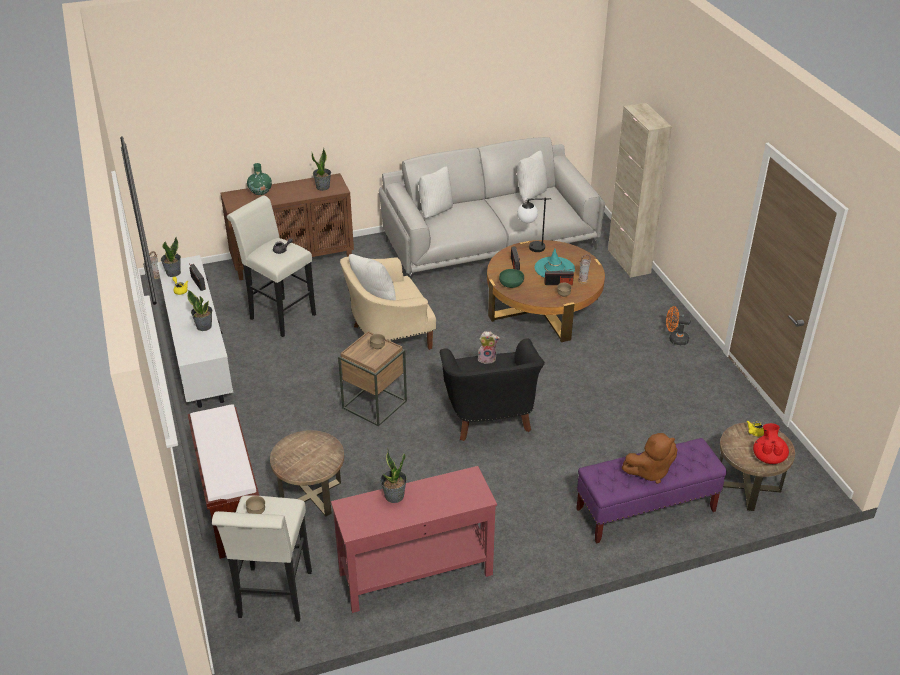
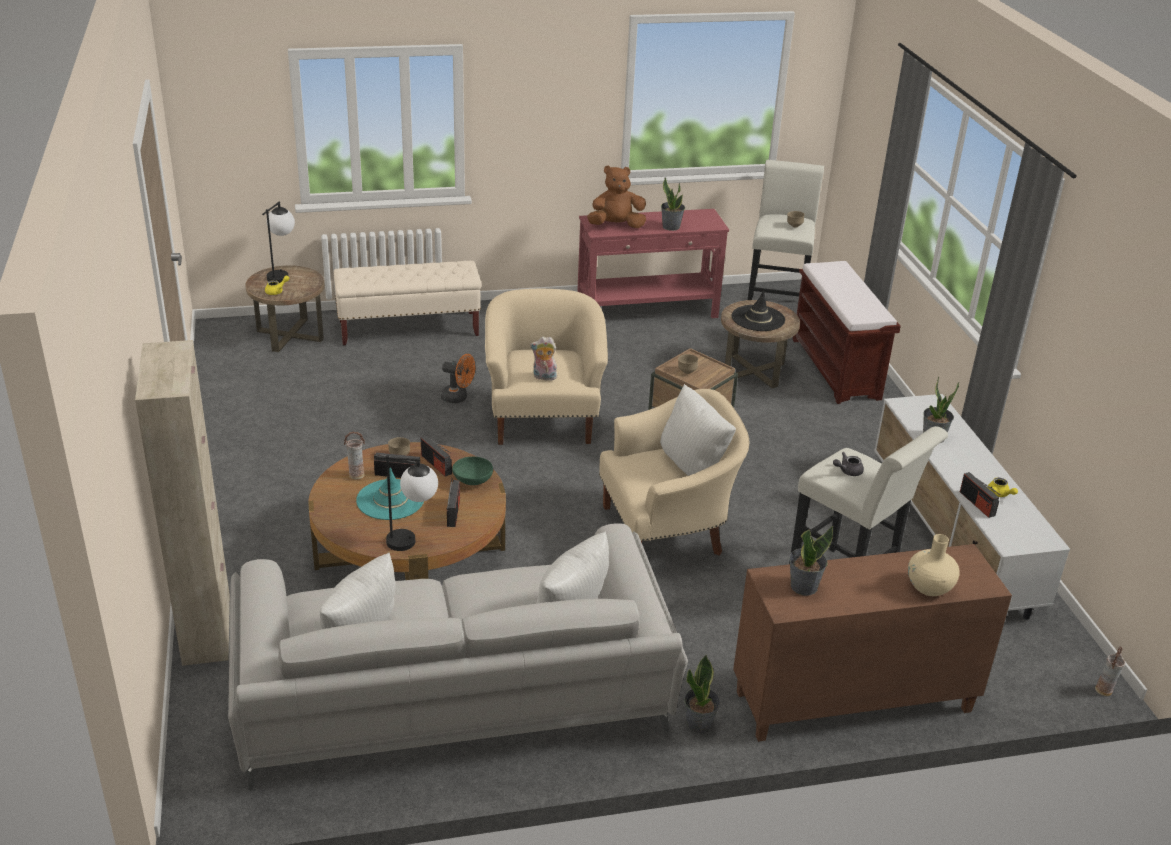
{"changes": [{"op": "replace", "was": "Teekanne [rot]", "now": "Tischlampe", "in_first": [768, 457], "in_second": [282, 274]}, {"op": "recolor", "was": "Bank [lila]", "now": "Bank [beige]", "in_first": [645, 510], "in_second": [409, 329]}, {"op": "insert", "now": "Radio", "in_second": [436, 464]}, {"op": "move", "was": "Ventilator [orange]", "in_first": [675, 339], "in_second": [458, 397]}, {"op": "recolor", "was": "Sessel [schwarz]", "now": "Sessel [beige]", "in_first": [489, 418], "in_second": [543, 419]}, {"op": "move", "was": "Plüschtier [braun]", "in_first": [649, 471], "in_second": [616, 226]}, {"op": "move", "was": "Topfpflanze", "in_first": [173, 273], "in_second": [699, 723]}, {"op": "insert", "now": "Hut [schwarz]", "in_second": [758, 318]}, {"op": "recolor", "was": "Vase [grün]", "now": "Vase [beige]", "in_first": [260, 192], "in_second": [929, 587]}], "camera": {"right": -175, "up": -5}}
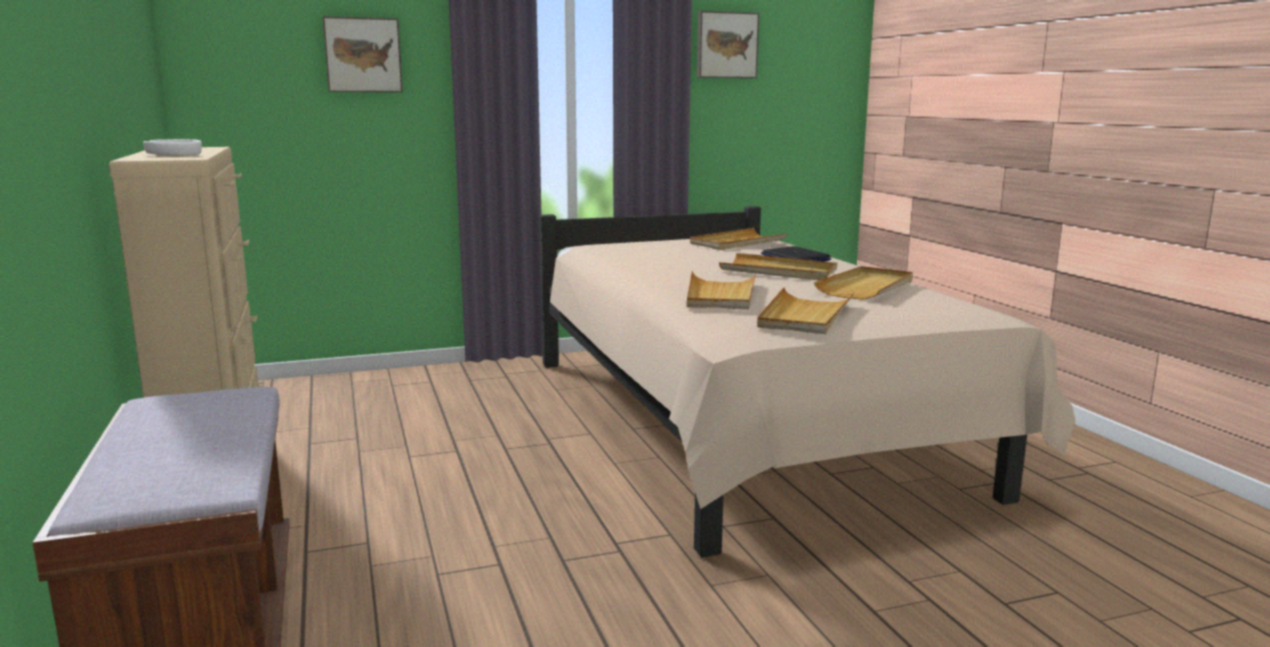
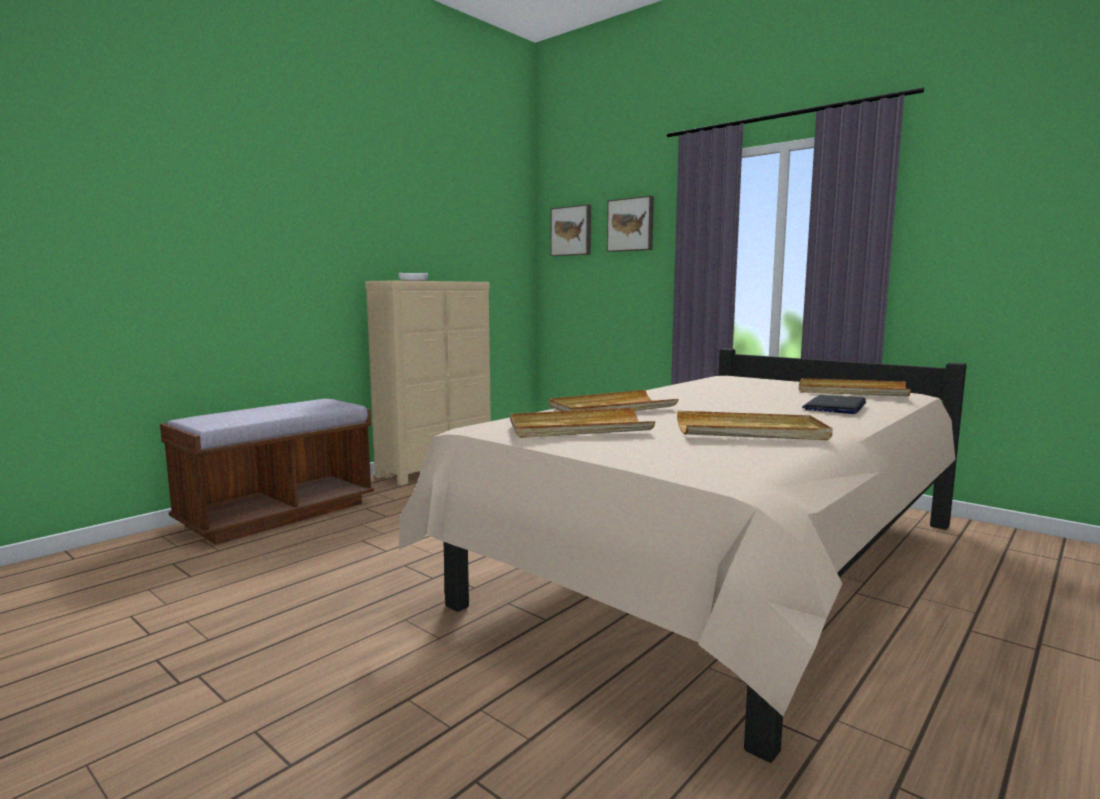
{"changes": [{"op": "move", "was": "Bild", "in_first": [726, 45], "in_second": [572, 231]}, {"op": "delete", "was": "Tablett [beige]", "in_first": [779, 272]}], "camera": {"right": 60, "up": -5}}
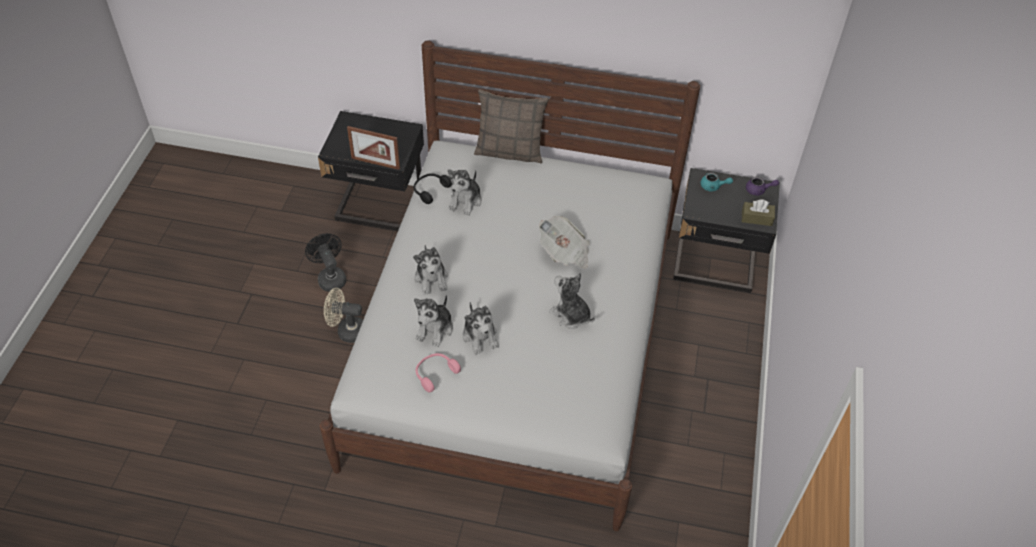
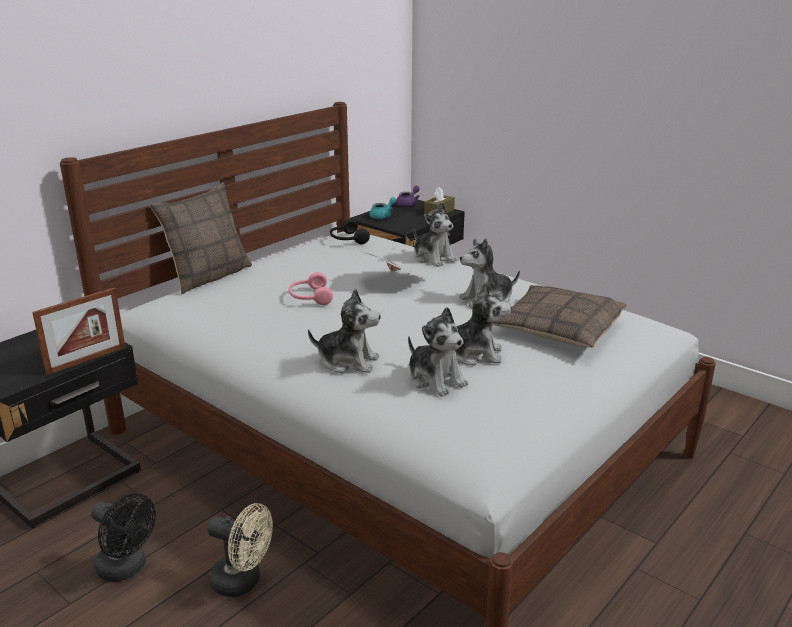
{"changes": [{"op": "rotate", "was": "Ventilator [schwarz]", "in_first": [330, 277], "in_second": [127, 568], "clockwise": -150}, {"op": "rotate", "was": "Ventilator [beige]", "in_first": [347, 331], "in_second": [243, 582], "clockwise": -105}, {"op": "move", "was": "Kopfhörer [rosa]", "in_first": [435, 373], "in_second": [309, 297]}, {"op": "move", "was": "Kopfhörer [schwarz]", "in_first": [430, 190], "in_second": [347, 240]}, {"op": "move", "was": "Plüschtier", "in_first": [466, 201], "in_second": [433, 258]}, {"op": "insert", "now": "Kissen", "in_second": [557, 328]}], "camera": {"right": -60, "up": -25}}
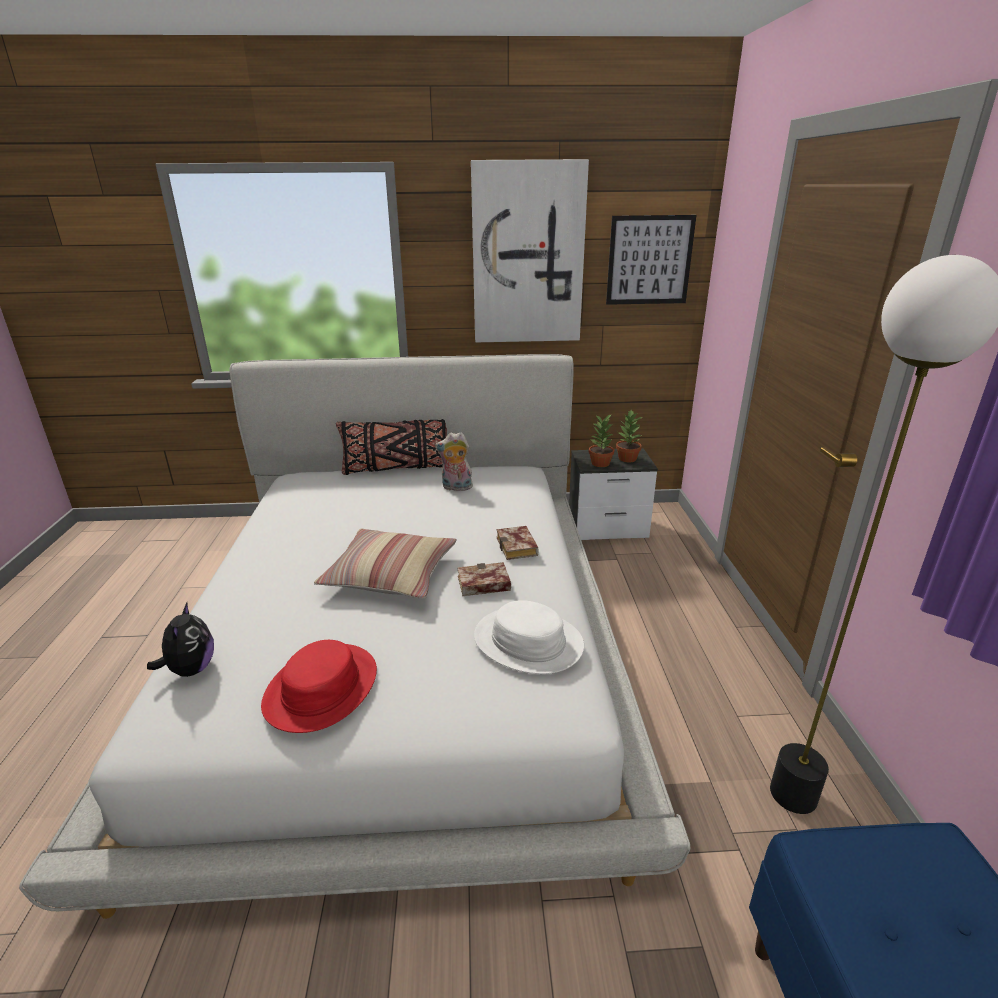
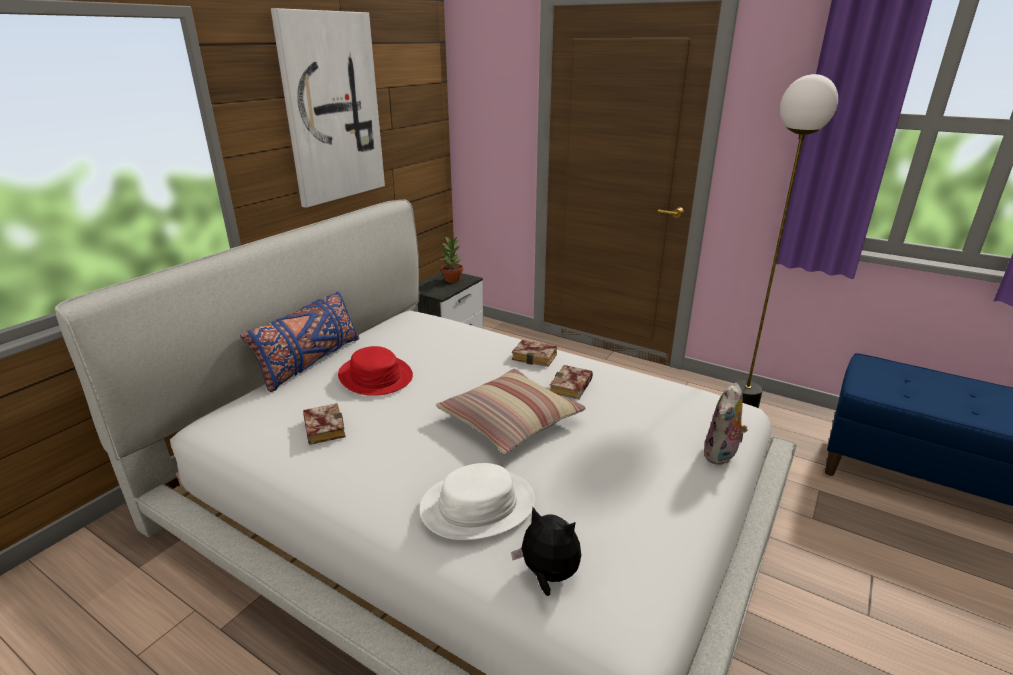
{"changes": [{"op": "recolor", "was": "Kissen [schwarz]", "now": "Kissen [blau]", "in_first": [397, 469], "in_second": [310, 362]}, {"op": "insert", "now": "Buch", "in_second": [322, 427]}, {"op": "move", "was": "Hut [rot]", "in_first": [321, 688], "in_second": [375, 376]}, {"op": "move", "was": "Hut [weiß]", "in_first": [528, 642], "in_second": [478, 505]}, {"op": "move", "was": "Plüschtier", "in_first": [456, 488], "in_second": [721, 456]}, {"op": "delete", "was": "Topfpflanze", "in_first": [601, 463]}, {"op": "delete", "was": "Bild", "in_first": [649, 260]}], "camera": {"right": -55, "up": 0}}
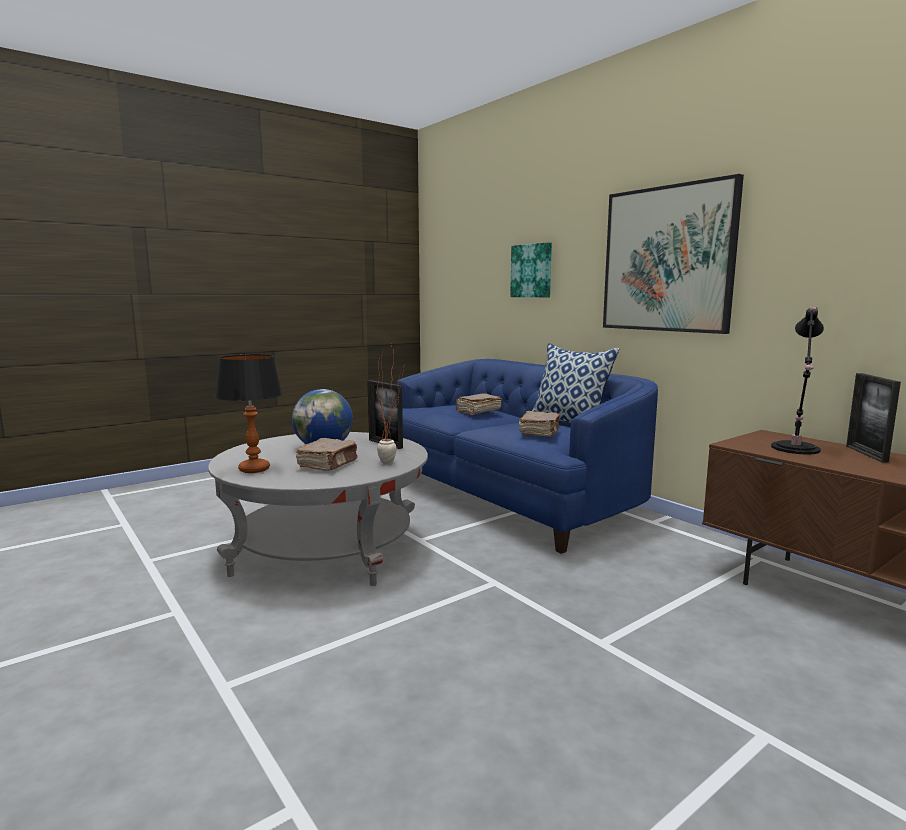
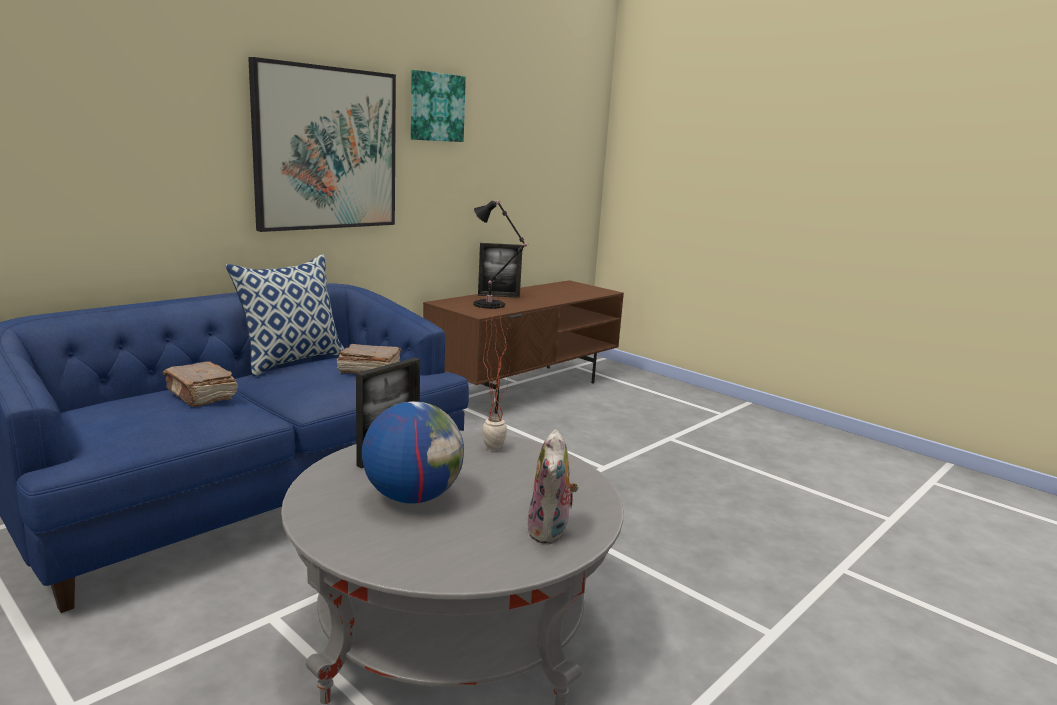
{"changes": [{"op": "move", "was": "Bild", "in_first": [532, 271], "in_second": [436, 107]}, {"op": "replace", "was": "Tischlampe", "now": "Plüschtier", "in_first": [254, 469], "in_second": [550, 532]}, {"op": "delete", "was": "Buch [braun]", "in_first": [328, 464]}], "camera": {"right": -100, "up": 5}}
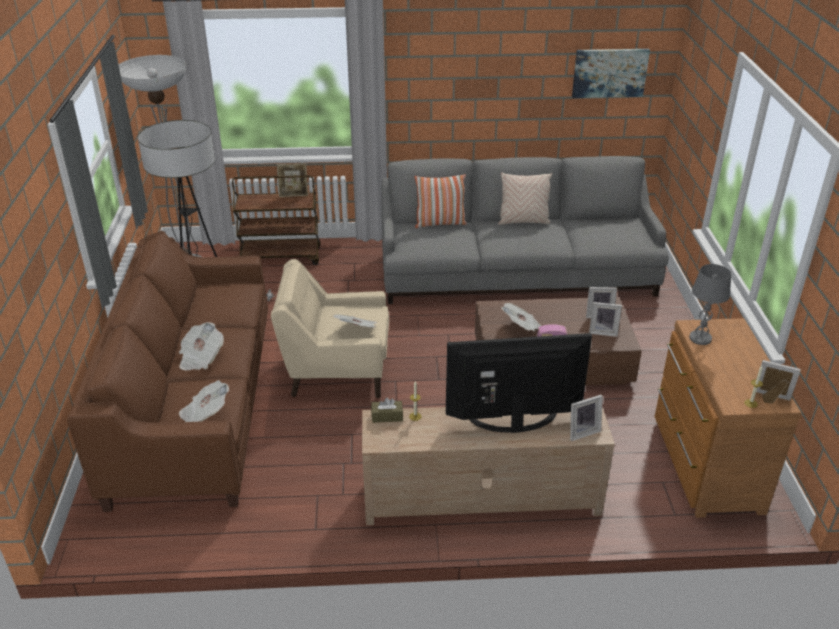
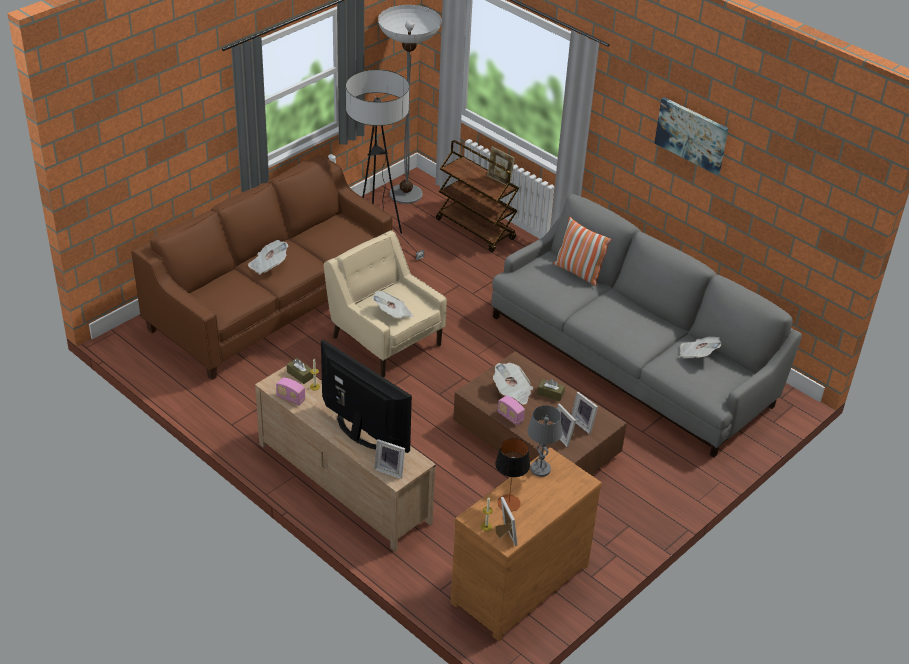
{"changes": [{"op": "insert", "now": "Radio", "in_second": [290, 398]}, {"op": "insert", "now": "Tischlampe", "in_second": [509, 503]}, {"op": "insert", "now": "Taschentuchbox [braun]", "in_second": [550, 394]}, {"op": "move", "was": "Bild", "in_first": [609, 72], "in_second": [691, 135]}, {"op": "move", "was": "Zeitung", "in_first": [205, 414], "in_second": [697, 355]}, {"op": "delete", "was": "Kissen [beige]", "in_first": [523, 221]}], "camera": {"right": 45, "up": 5}}
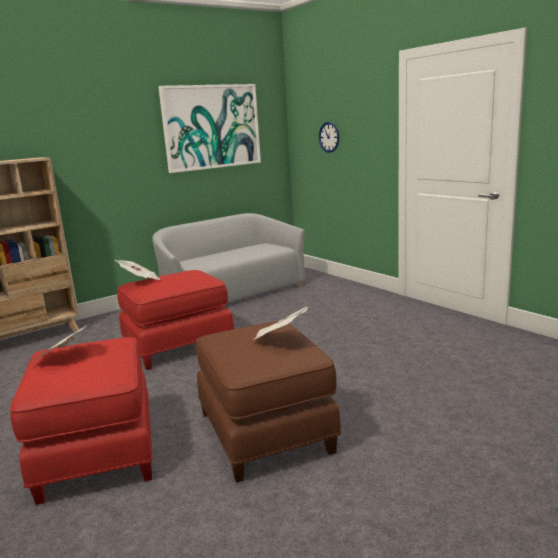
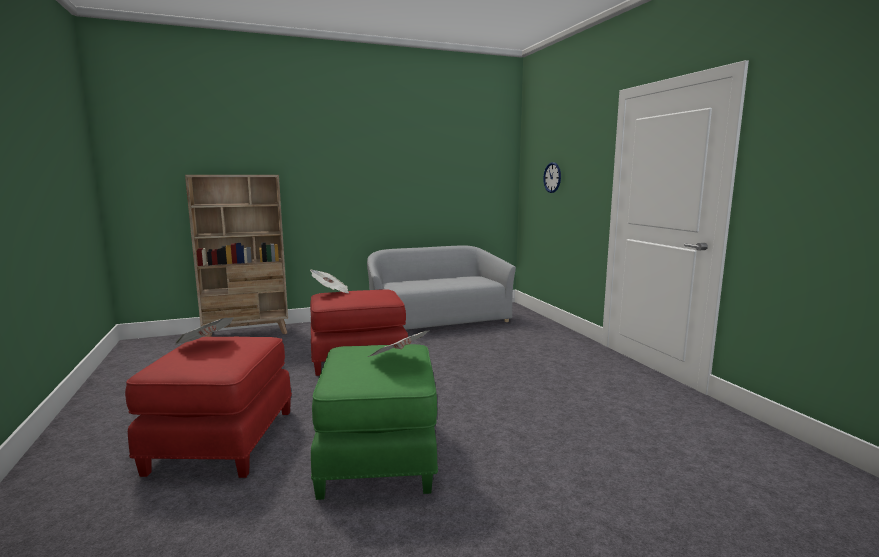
{"changes": [{"op": "recolor", "was": "Polsterhocker [braun]", "now": "Polsterhocker [grün]", "in_first": [267, 431], "in_second": [379, 455]}, {"op": "delete", "was": "Bild", "in_first": [211, 127]}], "camera": {"right": 15, "up": -5}}
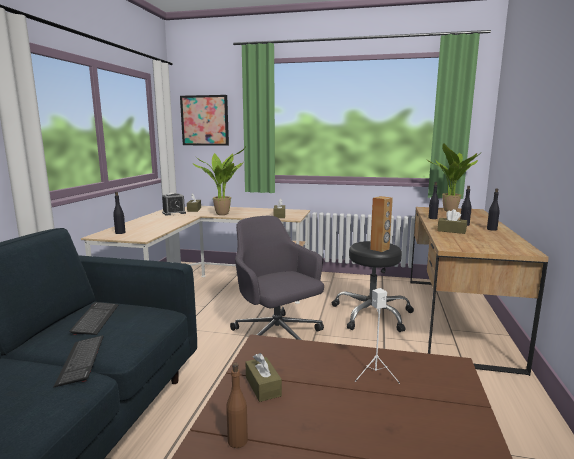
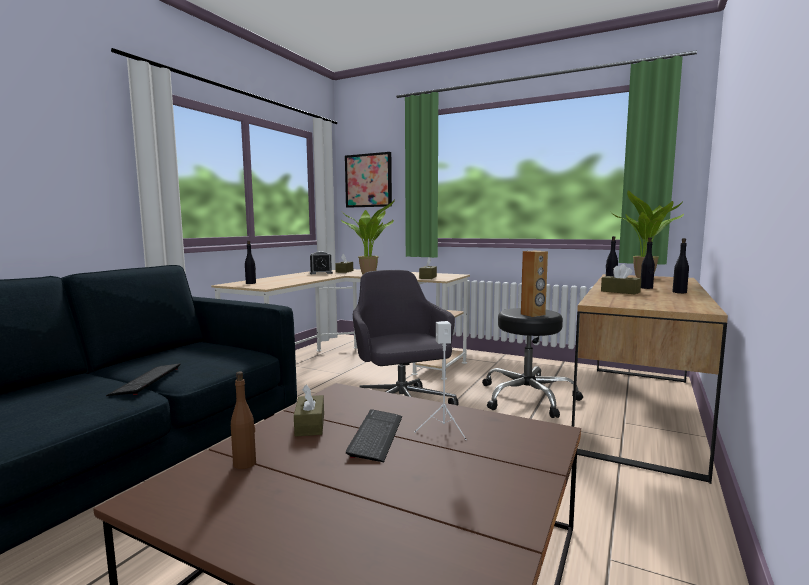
{"changes": [{"op": "move", "was": "Tastatur", "in_first": [96, 319], "in_second": [376, 436]}], "camera": {"right": 15, "up": -5}}
